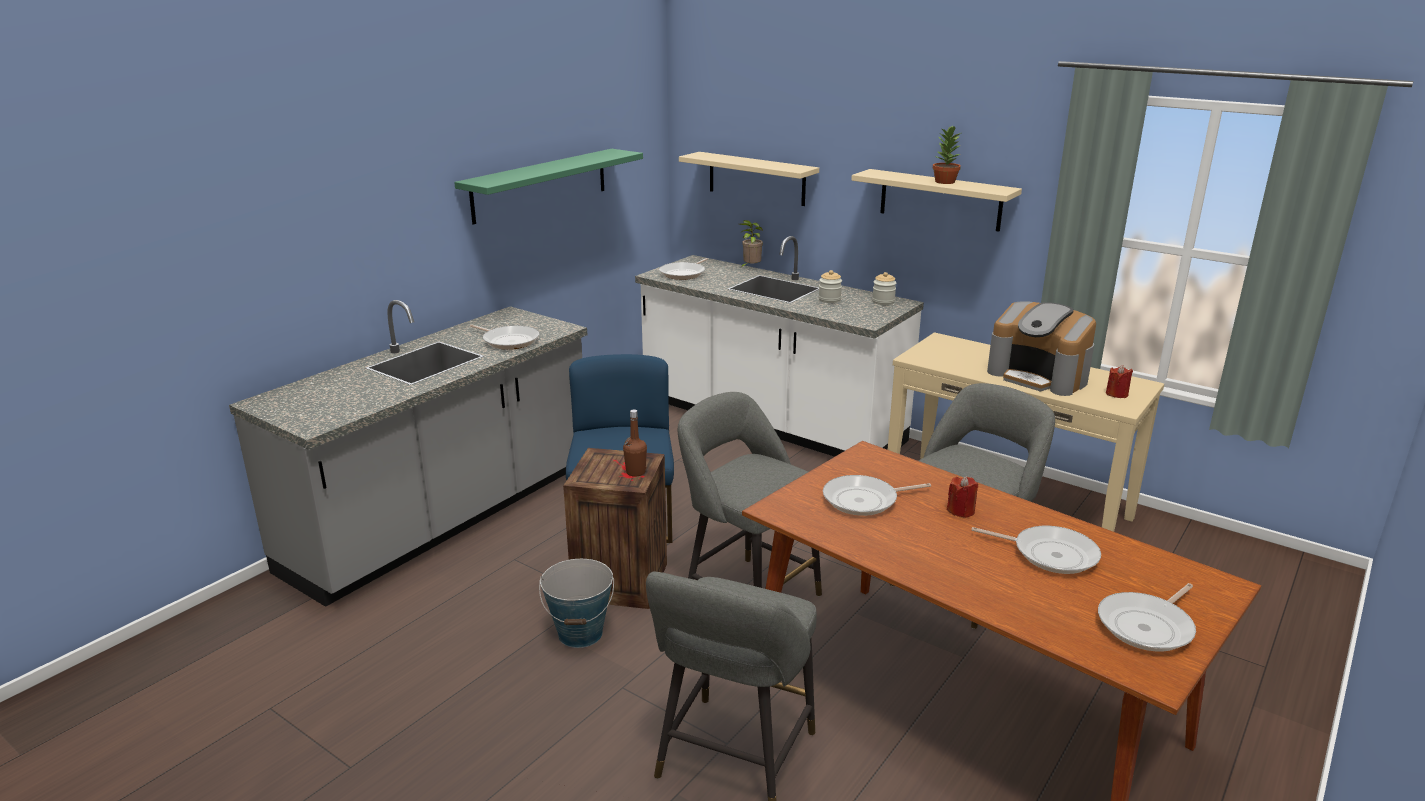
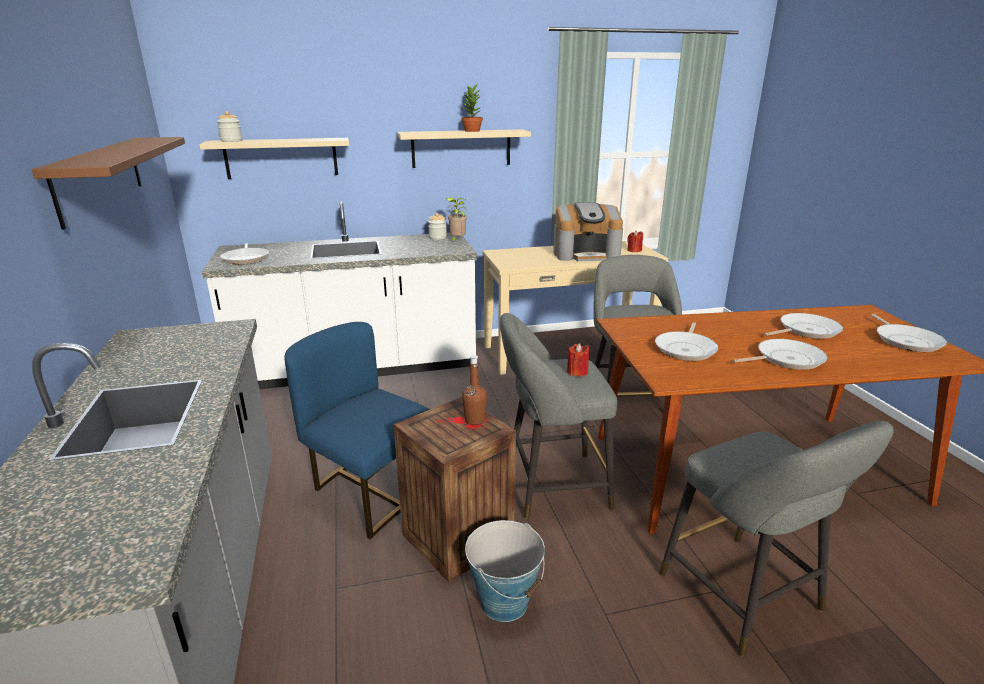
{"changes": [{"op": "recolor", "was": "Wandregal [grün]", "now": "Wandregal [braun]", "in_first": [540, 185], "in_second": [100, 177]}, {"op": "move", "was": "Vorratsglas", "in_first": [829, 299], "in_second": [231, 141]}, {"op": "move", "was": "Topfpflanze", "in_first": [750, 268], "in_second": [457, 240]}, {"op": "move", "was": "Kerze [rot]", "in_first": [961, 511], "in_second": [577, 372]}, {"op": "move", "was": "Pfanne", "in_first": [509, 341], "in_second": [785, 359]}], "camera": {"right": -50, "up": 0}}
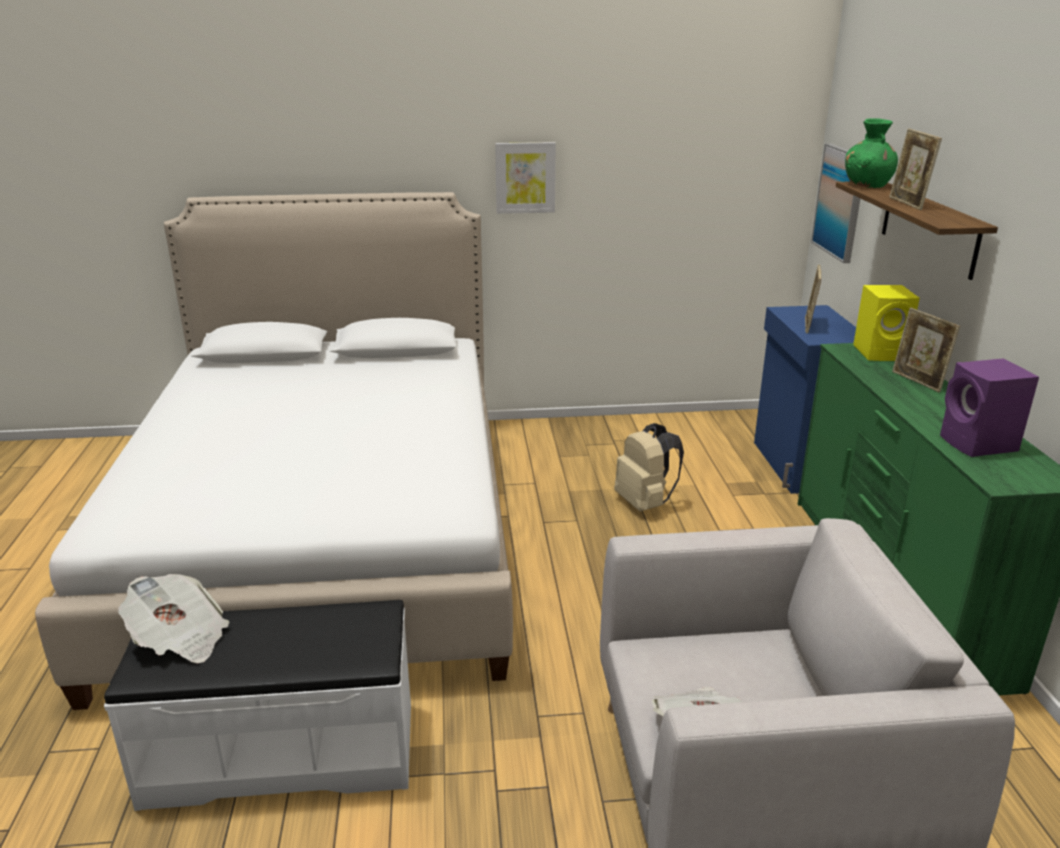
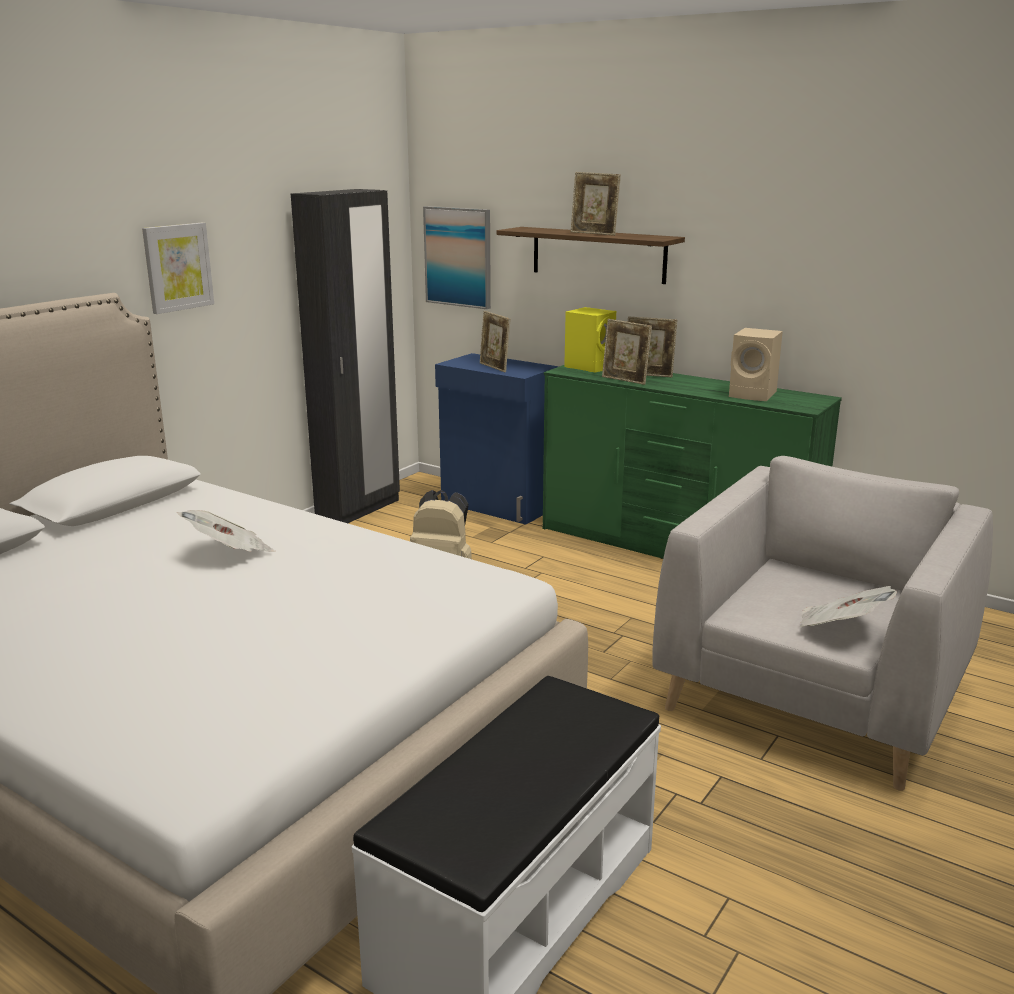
{"changes": [{"op": "move", "was": "Zeitung", "in_first": [180, 638], "in_second": [230, 553]}, {"op": "insert", "now": "Kleiderschrank [schwarz]", "in_second": [359, 510]}, {"op": "insert", "now": "Bilderrahmen", "in_second": [625, 380]}, {"op": "recolor", "was": "Lautsprecher [lila]", "now": "Lautsprecher [beige]", "in_first": [979, 445], "in_second": [754, 395]}, {"op": "delete", "was": "Vase [grün]", "in_first": [867, 185]}], "camera": {"right": -50, "up": -5}}
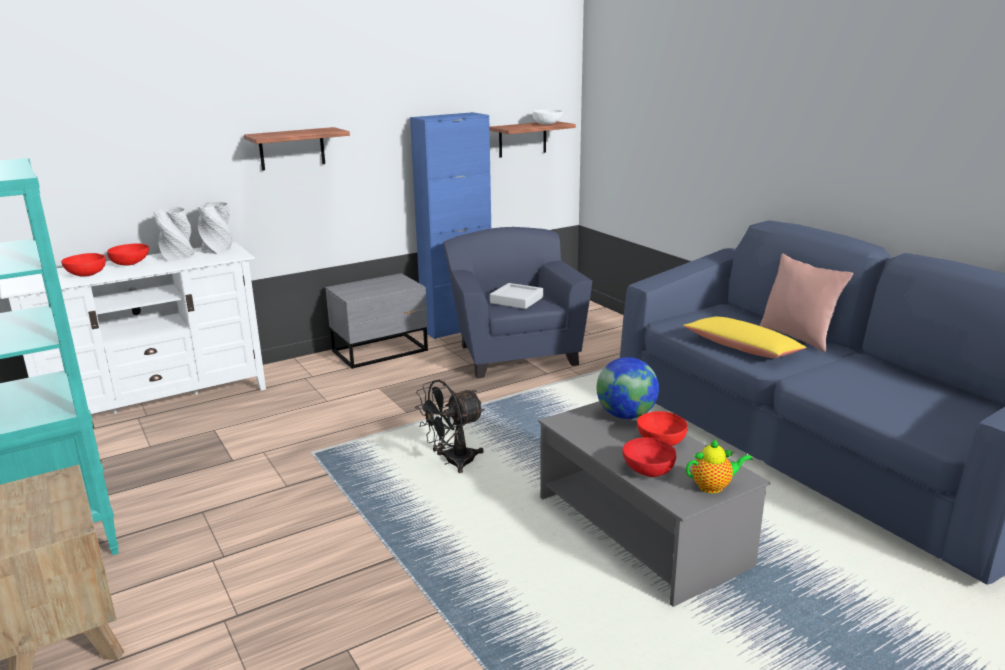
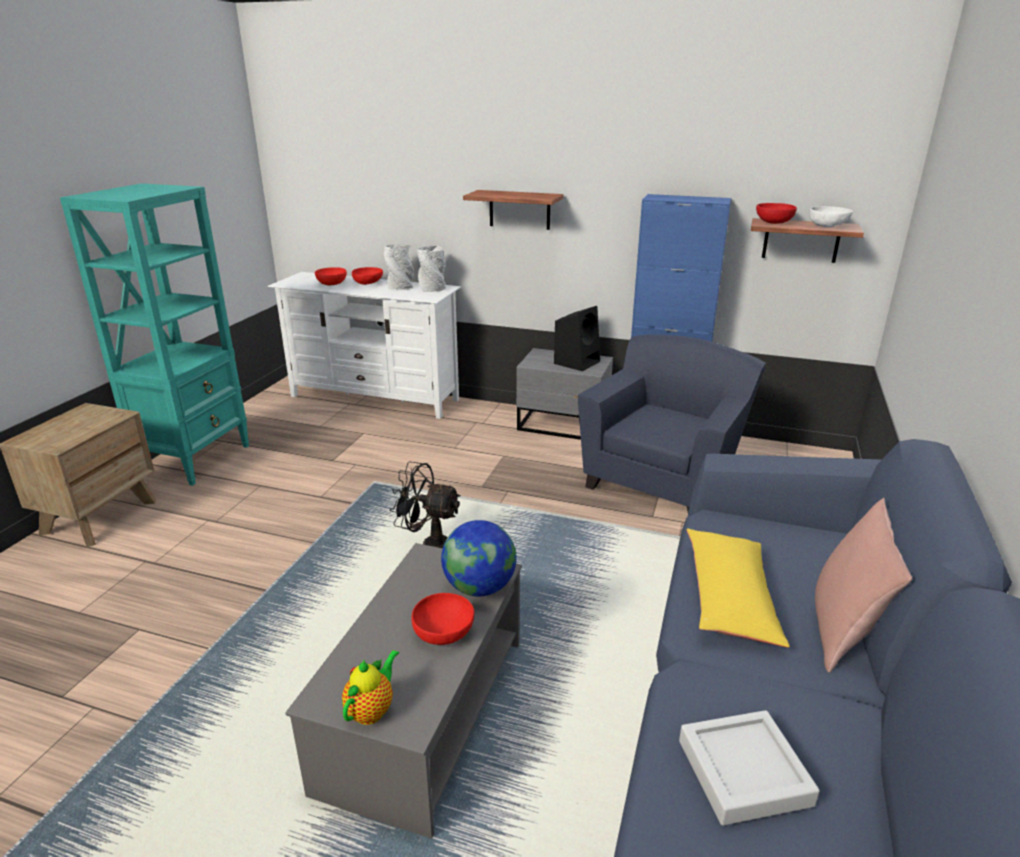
{"changes": [{"op": "rotate", "was": "Teekanne", "in_first": [713, 487], "in_second": [372, 710], "clockwise": -105}, {"op": "insert", "now": "Lautsprecher [schwarz]", "in_second": [577, 362]}, {"op": "move", "was": "Tablett [grau]", "in_first": [516, 300], "in_second": [743, 772]}, {"op": "move", "was": "Schüssel [rot]", "in_first": [648, 470], "in_second": [773, 222]}], "camera": {"right": 50, "up": 5}}
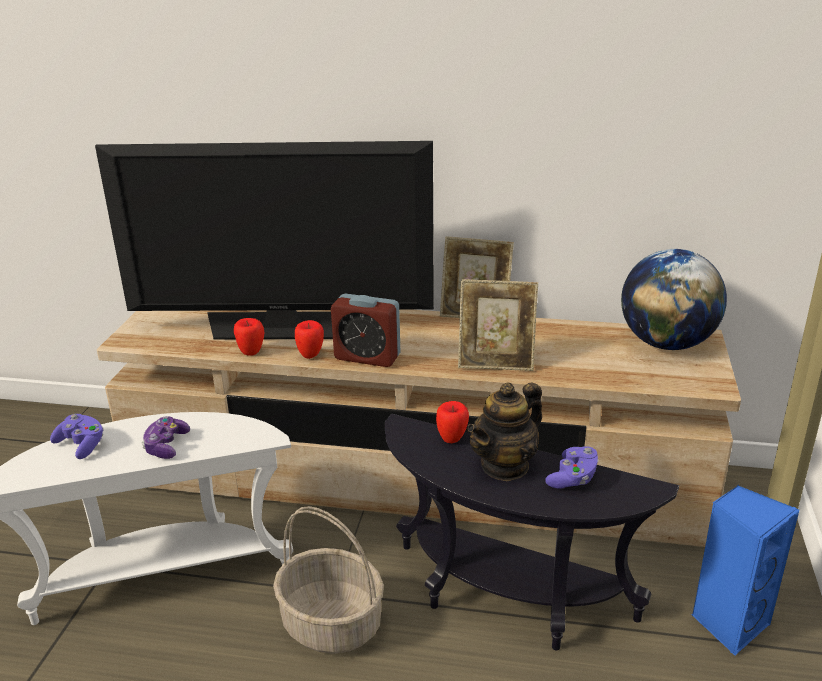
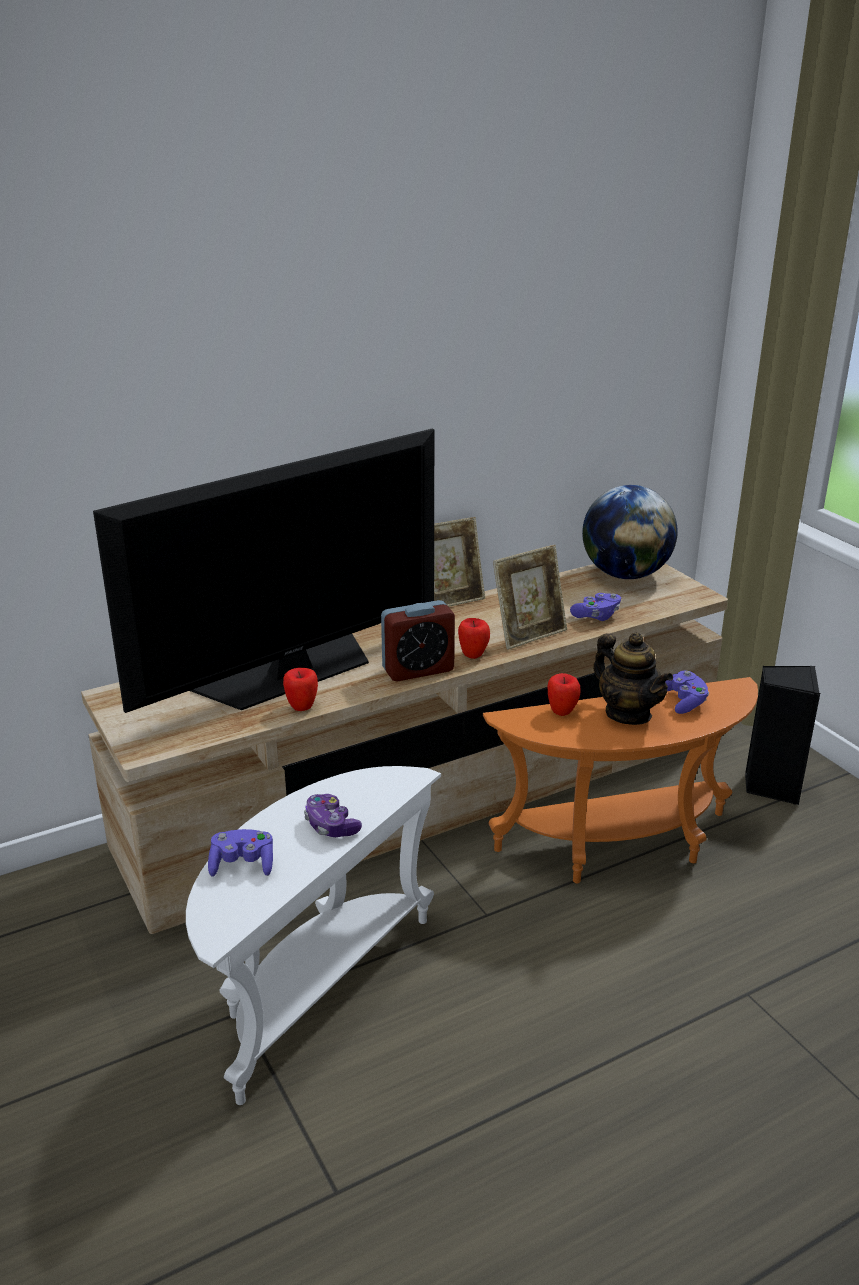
{"changes": [{"op": "move", "was": "Apfel", "in_first": [311, 355], "in_second": [473, 655]}, {"op": "recolor", "was": "Beistelltisch [schwarz]", "now": "Beistelltisch [orange]", "in_first": [505, 601], "in_second": [621, 849]}, {"op": "insert", "now": "Gamepad [lila]", "in_second": [596, 616]}, {"op": "rotate", "was": "Teekanne", "in_first": [505, 466], "in_second": [628, 714], "clockwise": -45}, {"op": "recolor", "was": "Lautsprecher [blau]", "now": "Lautsprecher [schwarz]", "in_first": [728, 623], "in_second": [771, 786]}, {"op": "delete", "was": "Korb", "in_first": [333, 624]}], "camera": {"right": -40, "up": 0}}
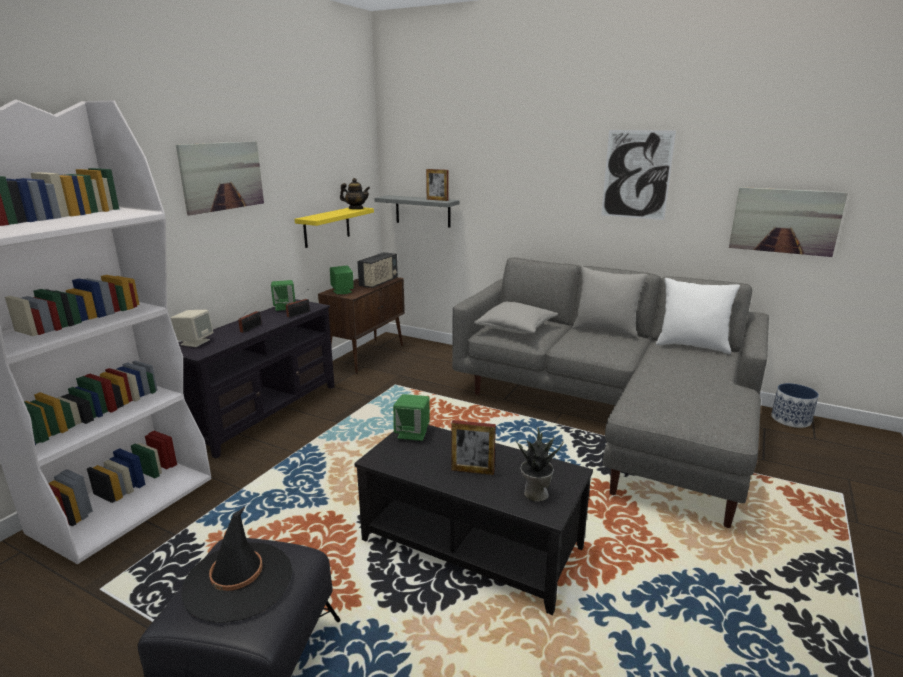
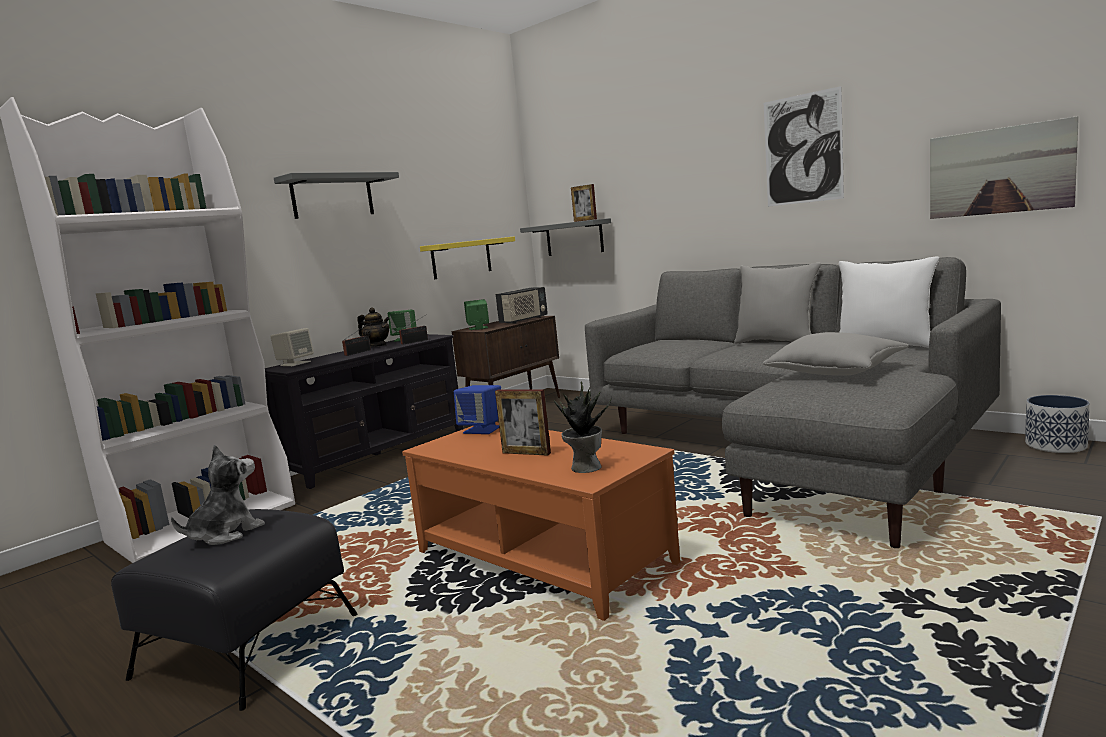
{"changes": [{"op": "replace", "was": "Hut [schwarz]", "now": "Plüschtier", "in_first": [238, 581], "in_second": [225, 533]}, {"op": "replace", "was": "Bild", "now": "Wandregal [grau]", "in_first": [222, 176], "in_second": [332, 196]}, {"op": "move", "was": "Teekanne", "in_first": [356, 209], "in_second": [377, 346]}, {"op": "recolor", "was": "Couchtisch [schwarz]", "now": "Couchtisch [orange]", "in_first": [472, 543], "in_second": [543, 557]}, {"op": "recolor", "was": "Lautsprecher [grün]", "now": "Lautsprecher [blau]", "in_first": [413, 433], "in_second": [482, 429]}, {"op": "move", "was": "Kissen [grau]", "in_first": [516, 328], "in_second": [836, 372]}], "camera": {"right": 15, "up": -10}}
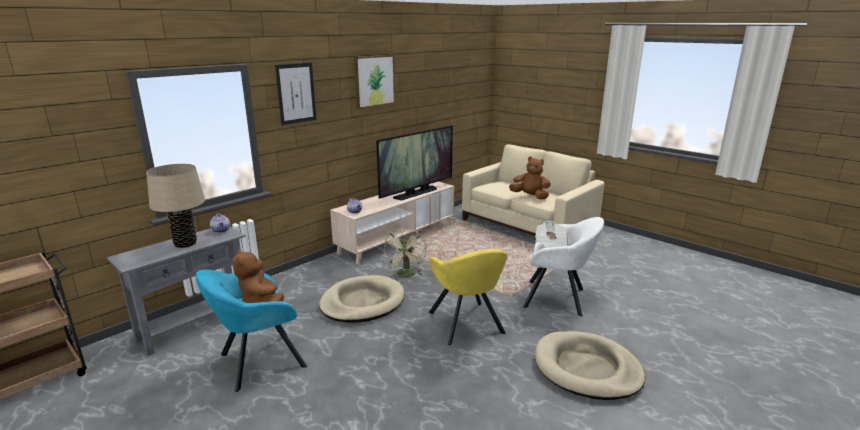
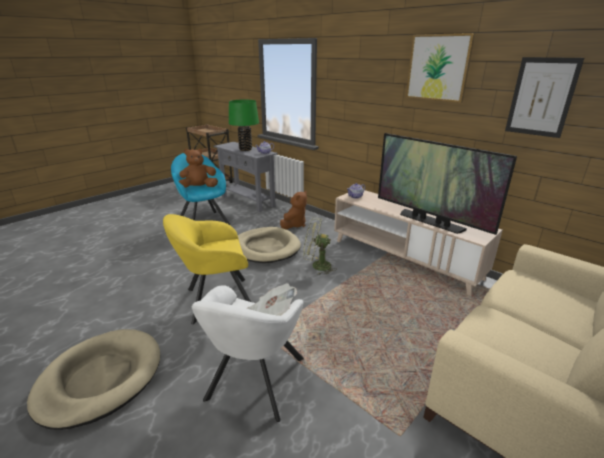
{"changes": [{"op": "recolor", "was": "Tischlampe [beige]", "now": "Tischlampe [grün]", "in_first": [185, 244], "in_second": [245, 149]}, {"op": "move", "was": "Plüschtier [braun]", "in_first": [530, 196], "in_second": [294, 225]}, {"op": "move", "was": "Bild", "in_first": [296, 93], "in_second": [541, 97]}], "camera": {"right": 90, "up": 5}}
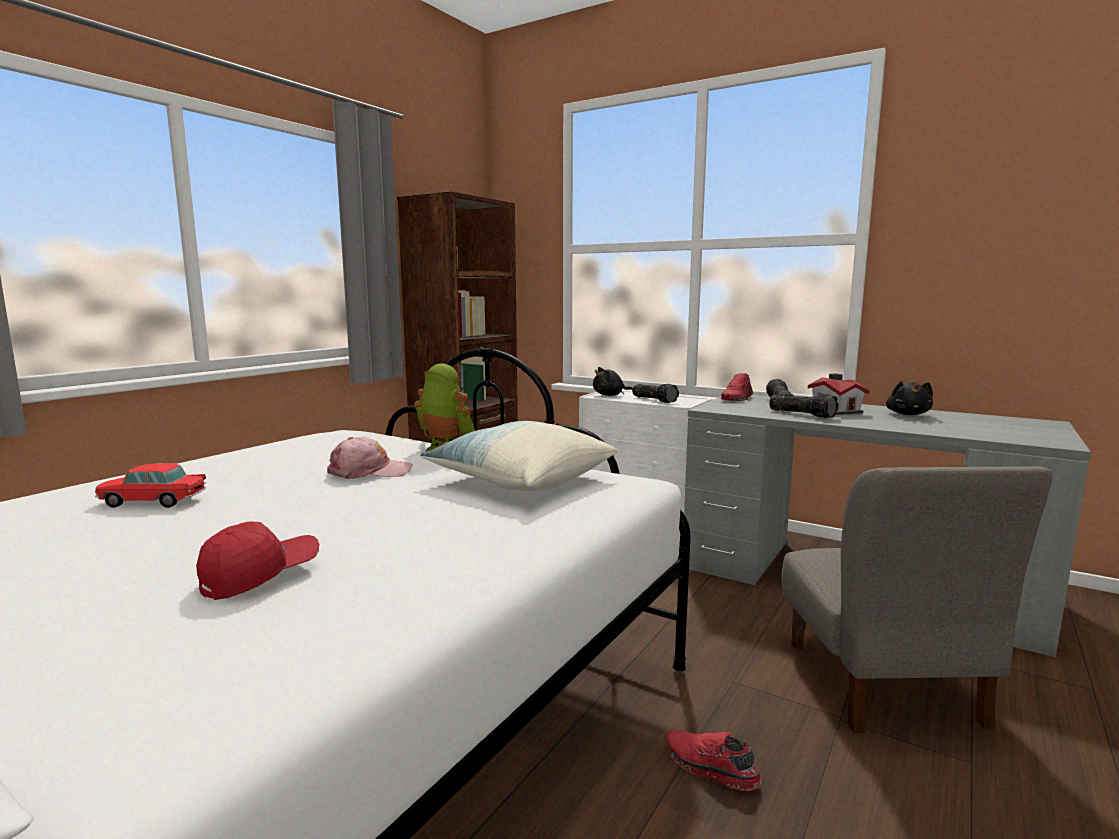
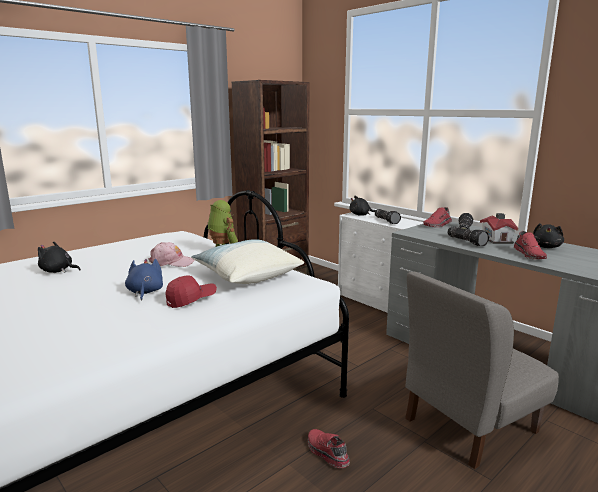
{"changes": [{"op": "replace", "was": "Spielzeugauto", "now": "Plüschtier [schwarz]", "in_first": [152, 501], "in_second": [58, 271]}, {"op": "insert", "now": "Plüschtier [blau]", "in_second": [145, 292]}, {"op": "move", "was": "Kappe [rot]", "in_first": [260, 576], "in_second": [191, 300]}, {"op": "rotate", "was": "Stuhl [grau]", "in_first": [882, 682], "in_second": [469, 424], "clockwise": 45}, {"op": "insert", "now": "Schuh [rot]", "in_second": [530, 254]}], "camera": {"right": 15, "up": 5}}
